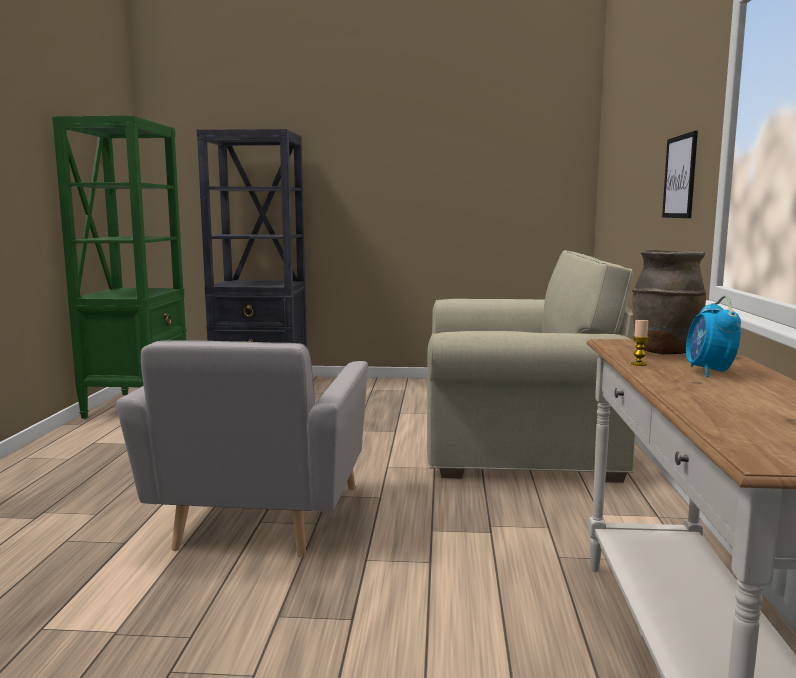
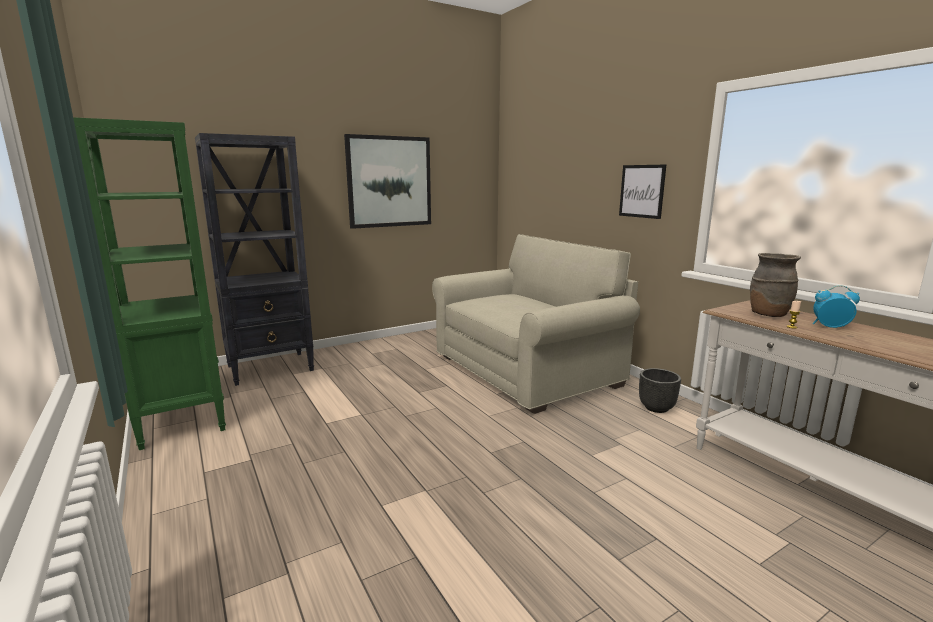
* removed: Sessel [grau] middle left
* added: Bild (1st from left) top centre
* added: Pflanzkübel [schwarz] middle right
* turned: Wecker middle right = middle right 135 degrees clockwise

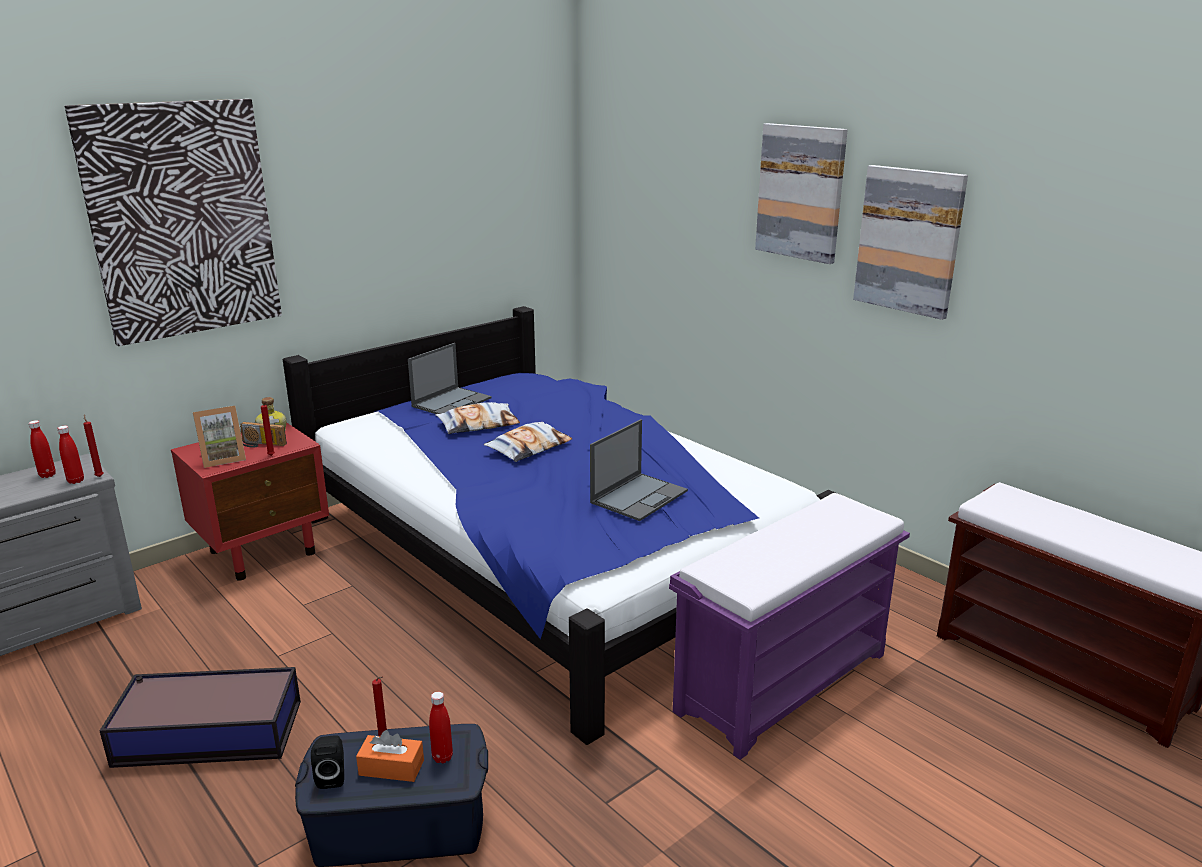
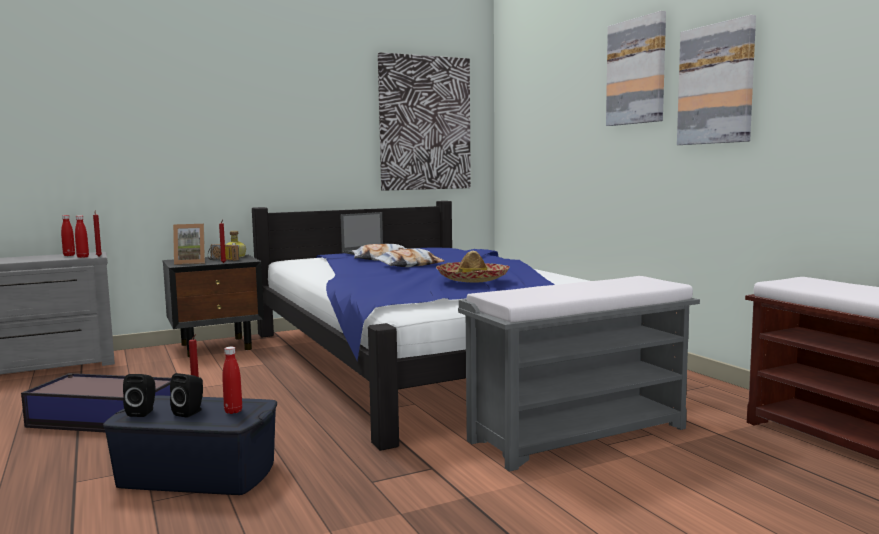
* moved: Bild (1st from left) top left to top centre
* replaced: Taschentuchbox [orange] bottom left to Lautsprecher [schwarz] (2nd from left) bottom left
* replaced: Laptop (2nd from left) centre to Hut centre
* recoloured: Nachttisch [rot] middle left to Nachttisch [schwarz] middle left
* recoloured: Bank [lila] bottom centre to Bank [grau] bottom centre

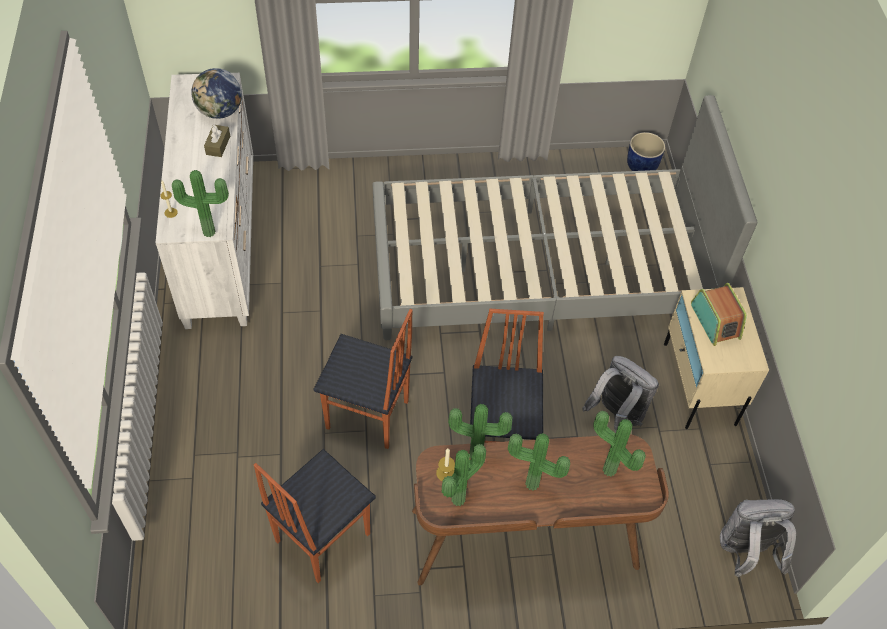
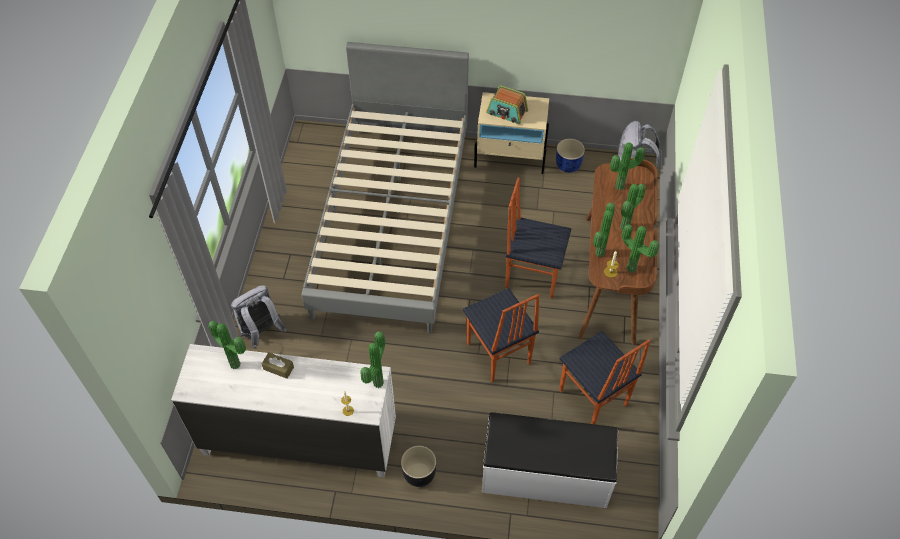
* added: Pflanzkübel [schwarz] bottom centre
* added: Bank [weiß] bottom centre
* moved: Rucksack [grau] (1st from left) middle right to middle left
* moved: Pflanzkübel [blau] top right to top centre
* replaced: Globus top left to Topfpflanze (1st from left) middle left
* turned: Stuhl (2nd from left in the first image) centre = centre 120 degrees clockwise
* turned: Radio middle right = top centre 150 degrees counterclockwise

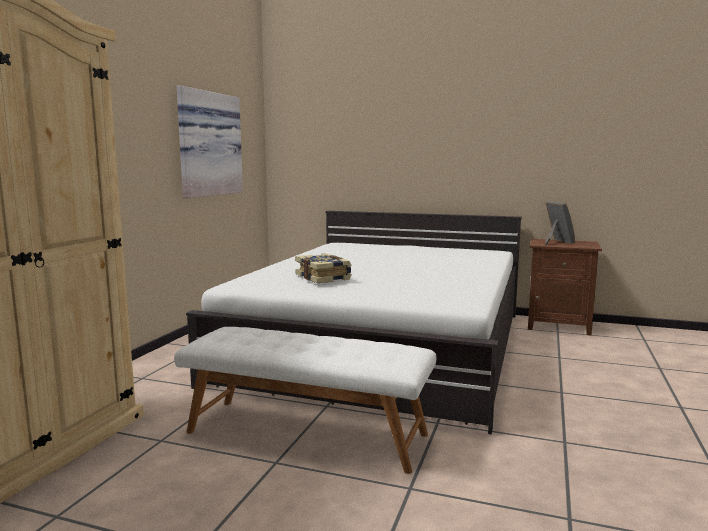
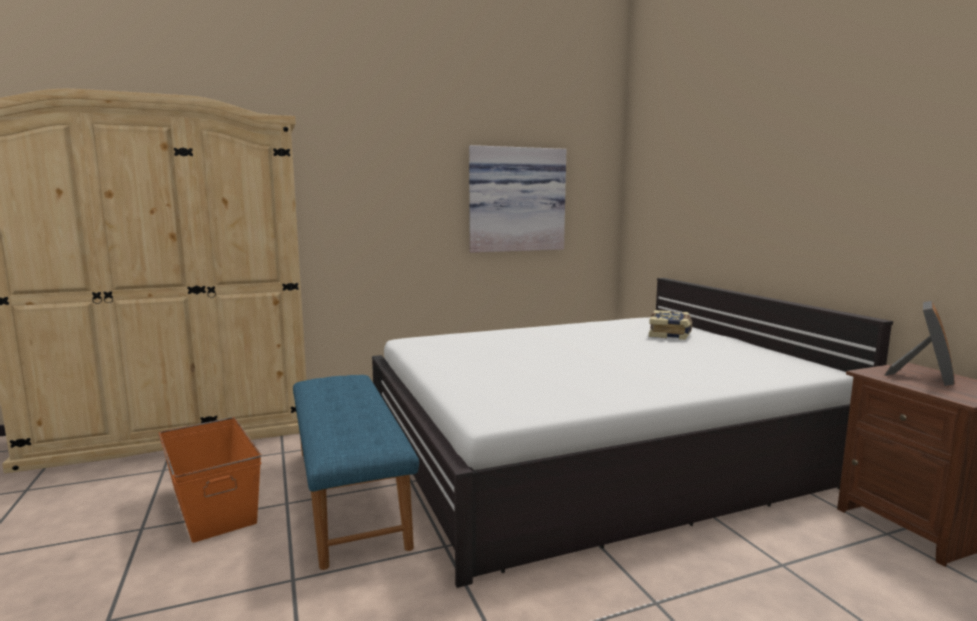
* added: Aufbewahrungsbox [orange] bottom left
* moved: Buch centre to middle right
* recoloured: Bank [weiß] bottom centre to Bank [blau] bottom centre

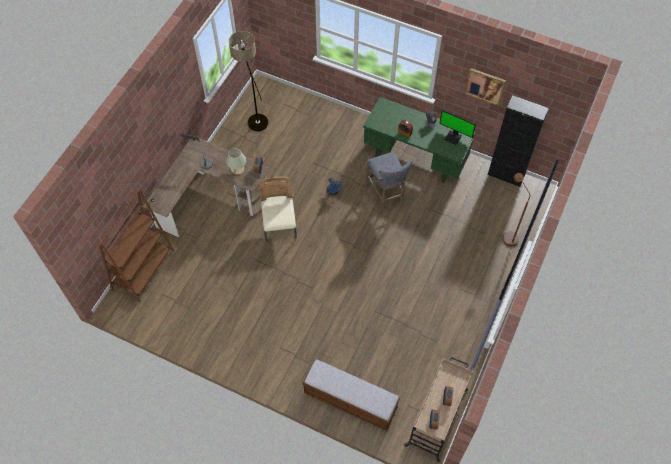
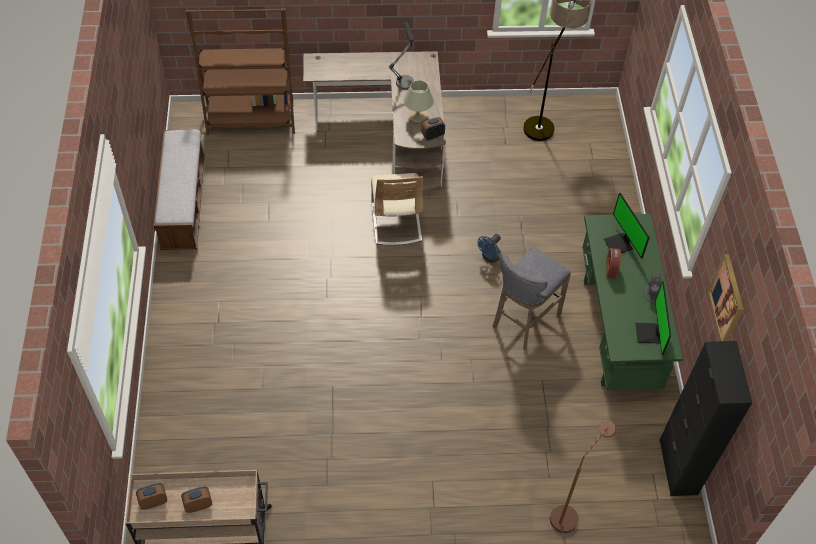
* added: Monitor (1st from left) middle right
* moved: Bank bottom centre to middle left
* turned: Stuhl [beige] centre = centre 120 degrees clockwise

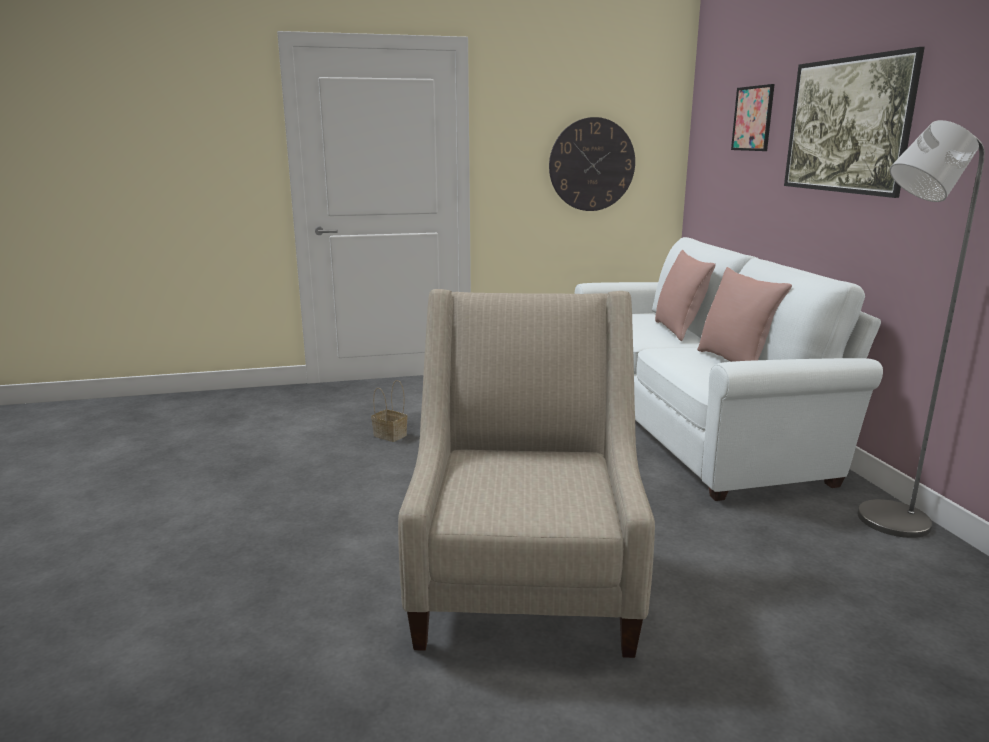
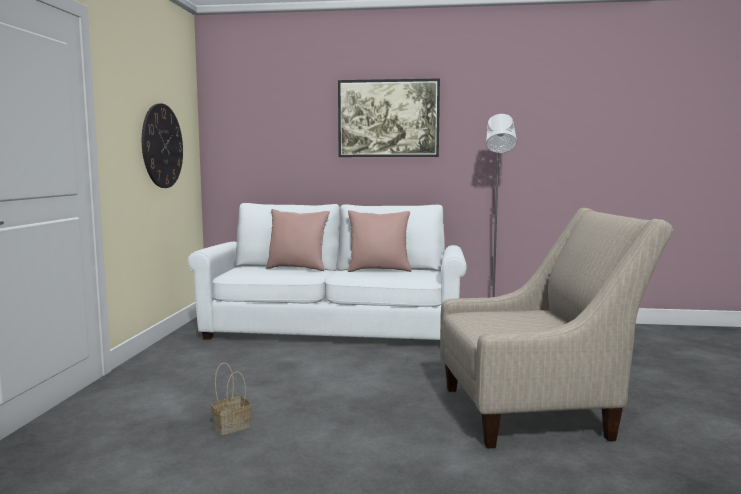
* removed: Bild (1st from left) top right
* turned: Sessel [beige] centre = middle right 150 degrees clockwise

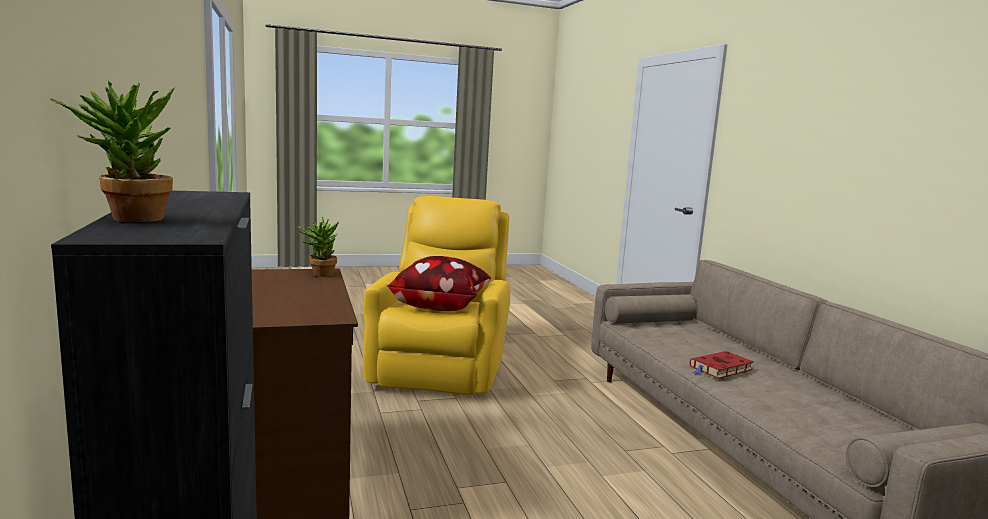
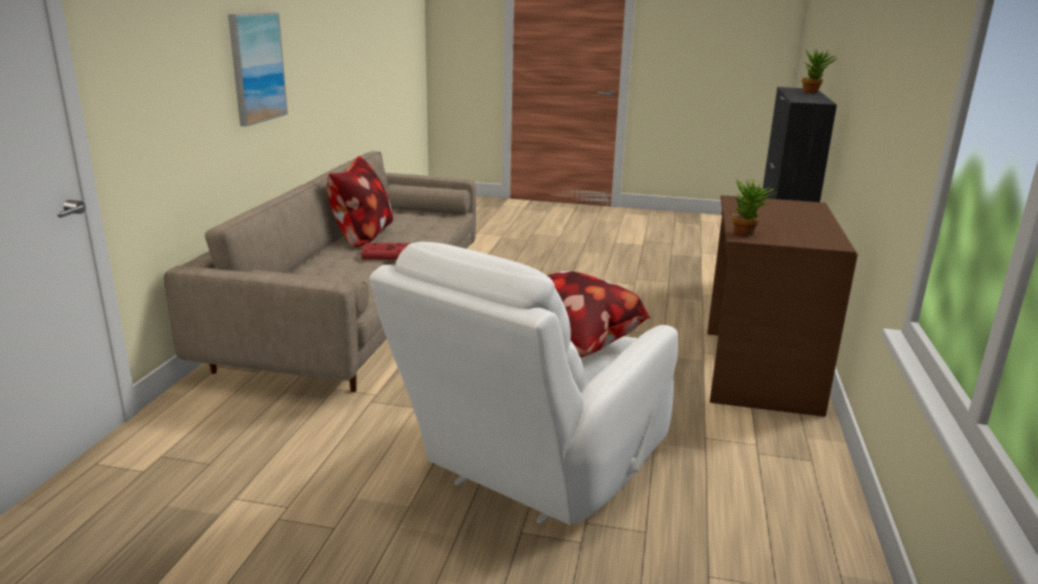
* added: Bild top left
* added: Kissen (1st from left) centre
* recoloured: Sessel [gelb] centre to Sessel [weiß] centre

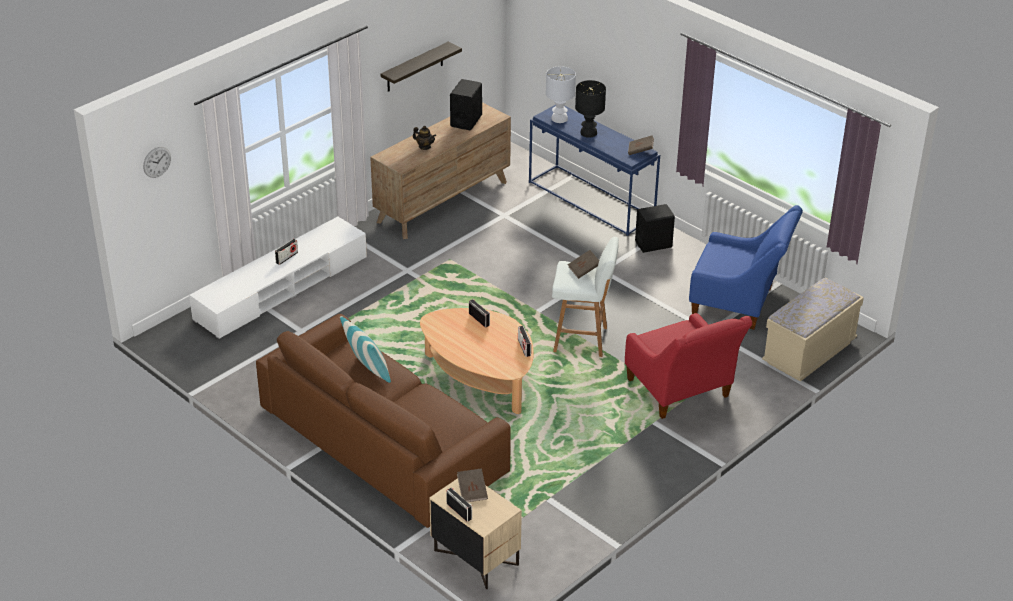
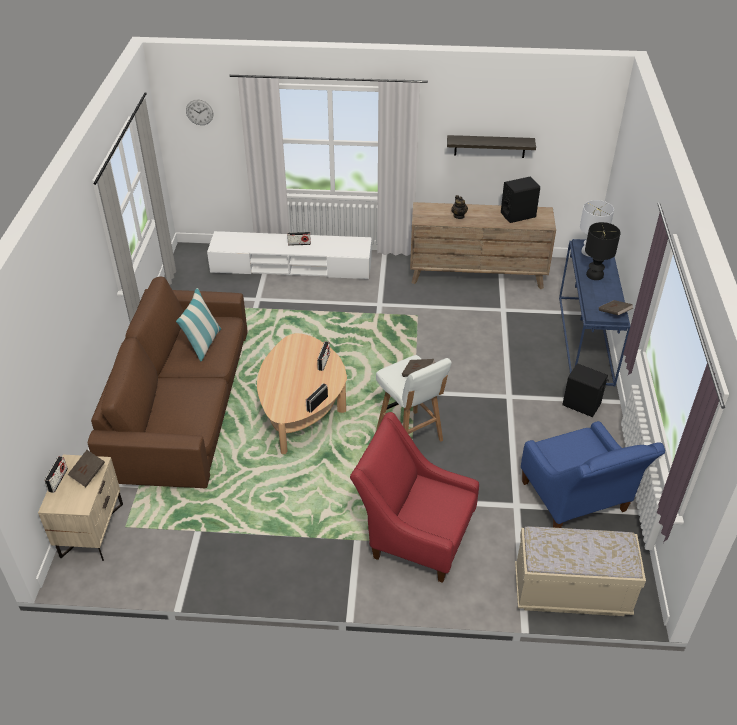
* turned: Sessel [rot] middle right = bottom centre 90 degrees clockwise

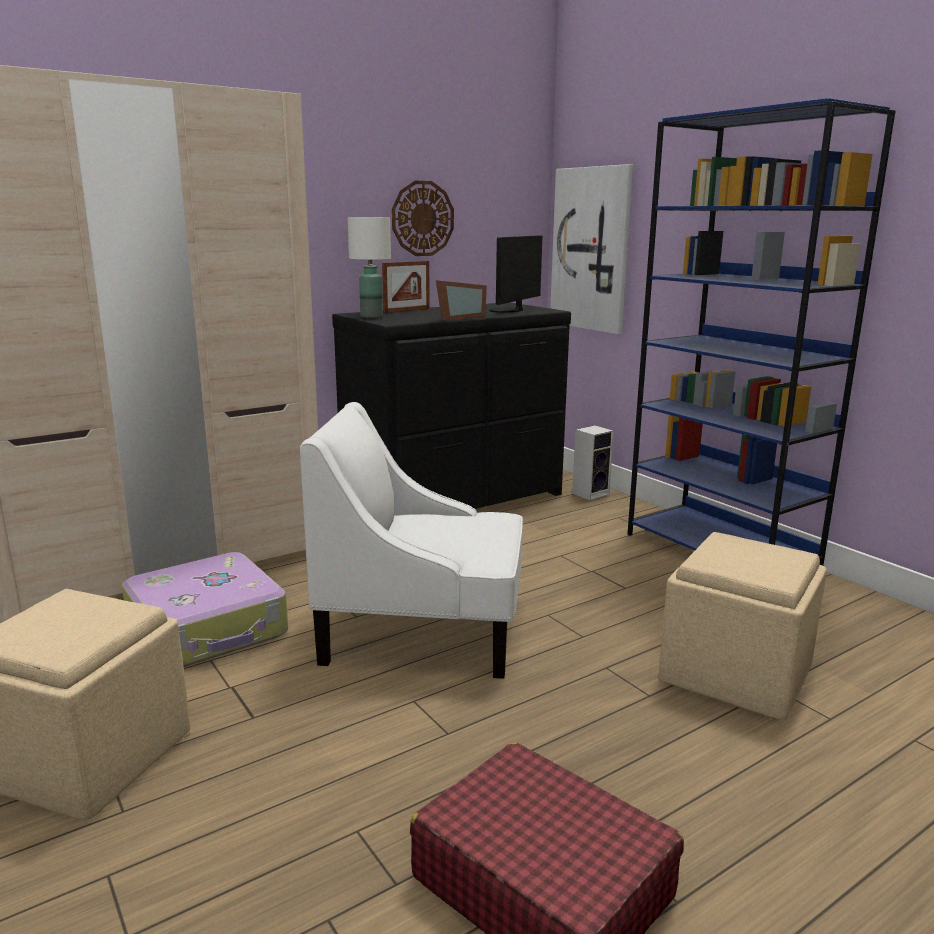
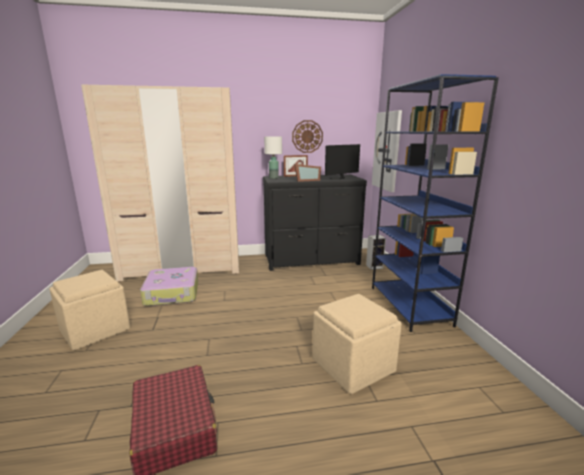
* removed: Sessel [weiß] centre

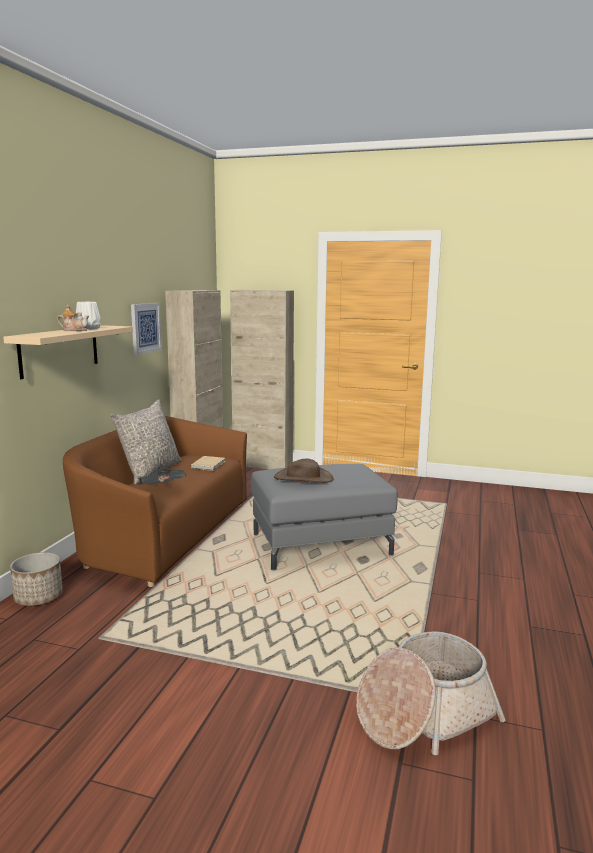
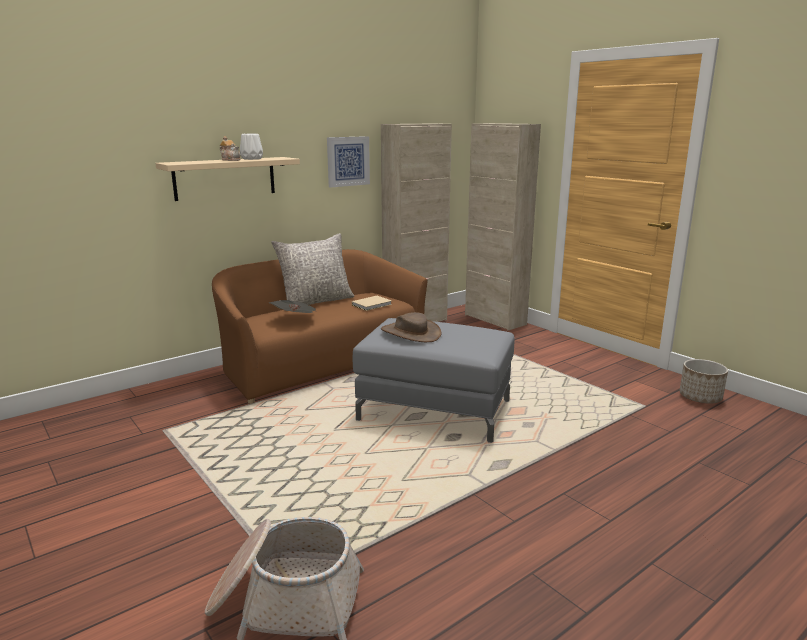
* moved: Pflanzkübel bottom left to middle right

